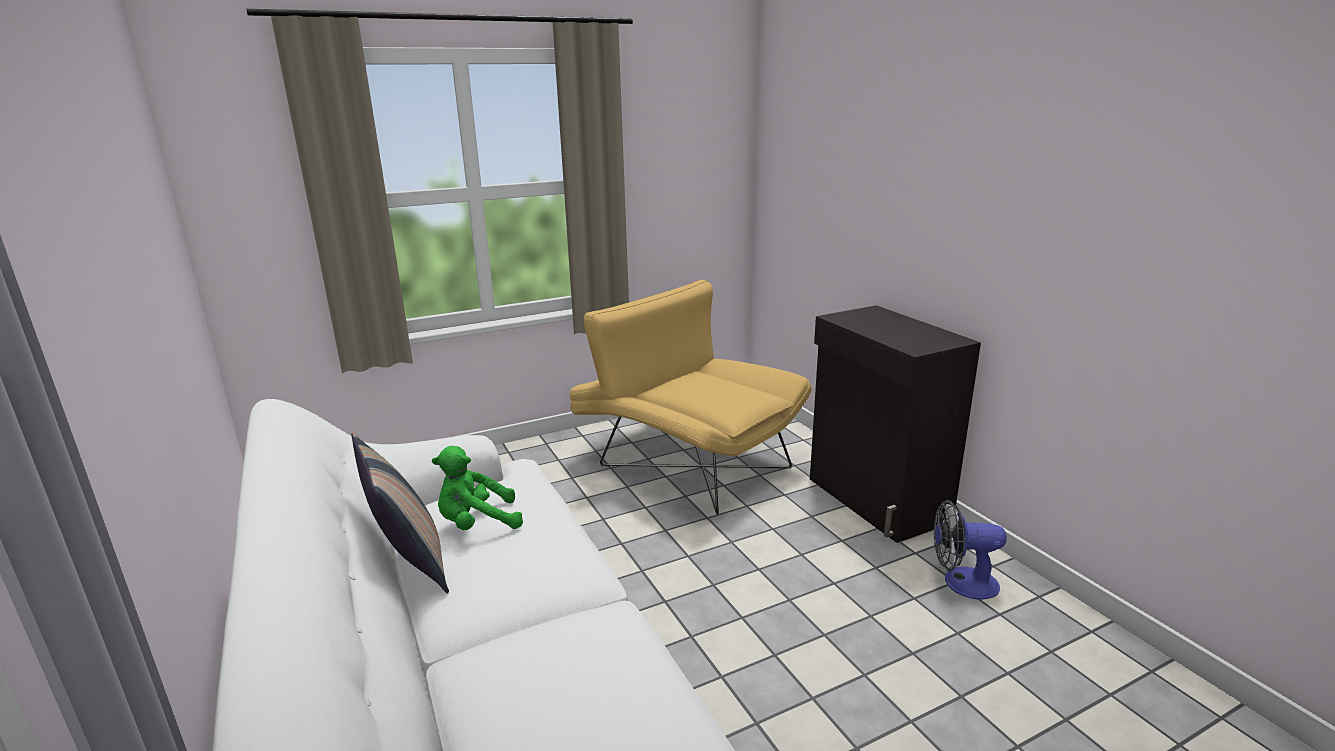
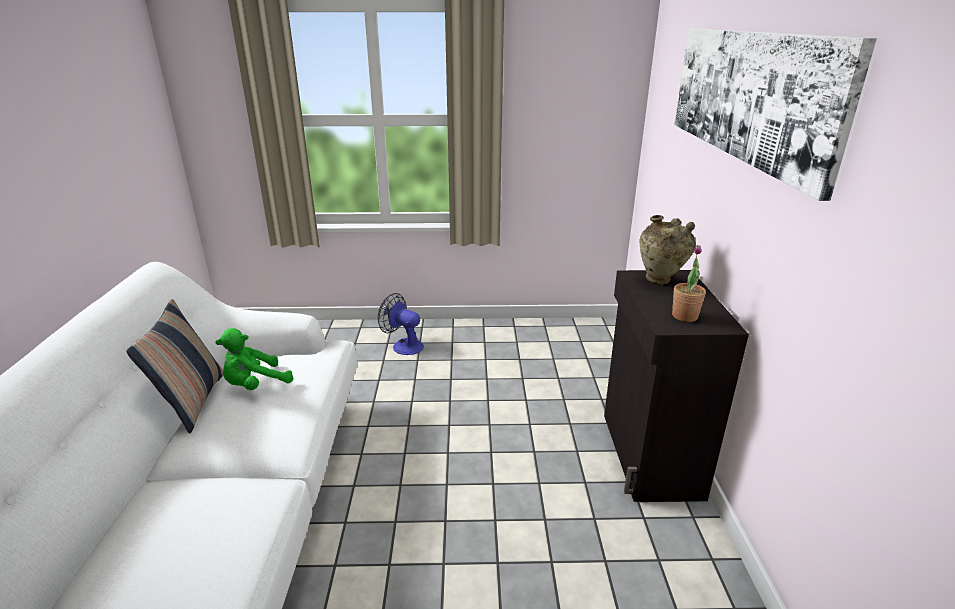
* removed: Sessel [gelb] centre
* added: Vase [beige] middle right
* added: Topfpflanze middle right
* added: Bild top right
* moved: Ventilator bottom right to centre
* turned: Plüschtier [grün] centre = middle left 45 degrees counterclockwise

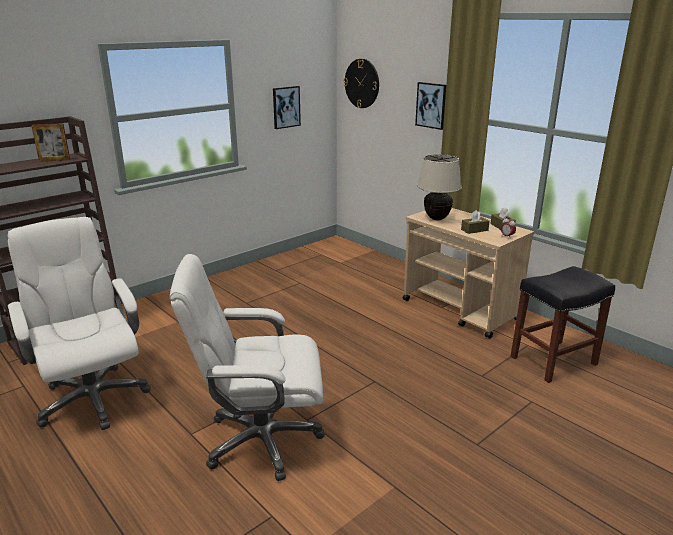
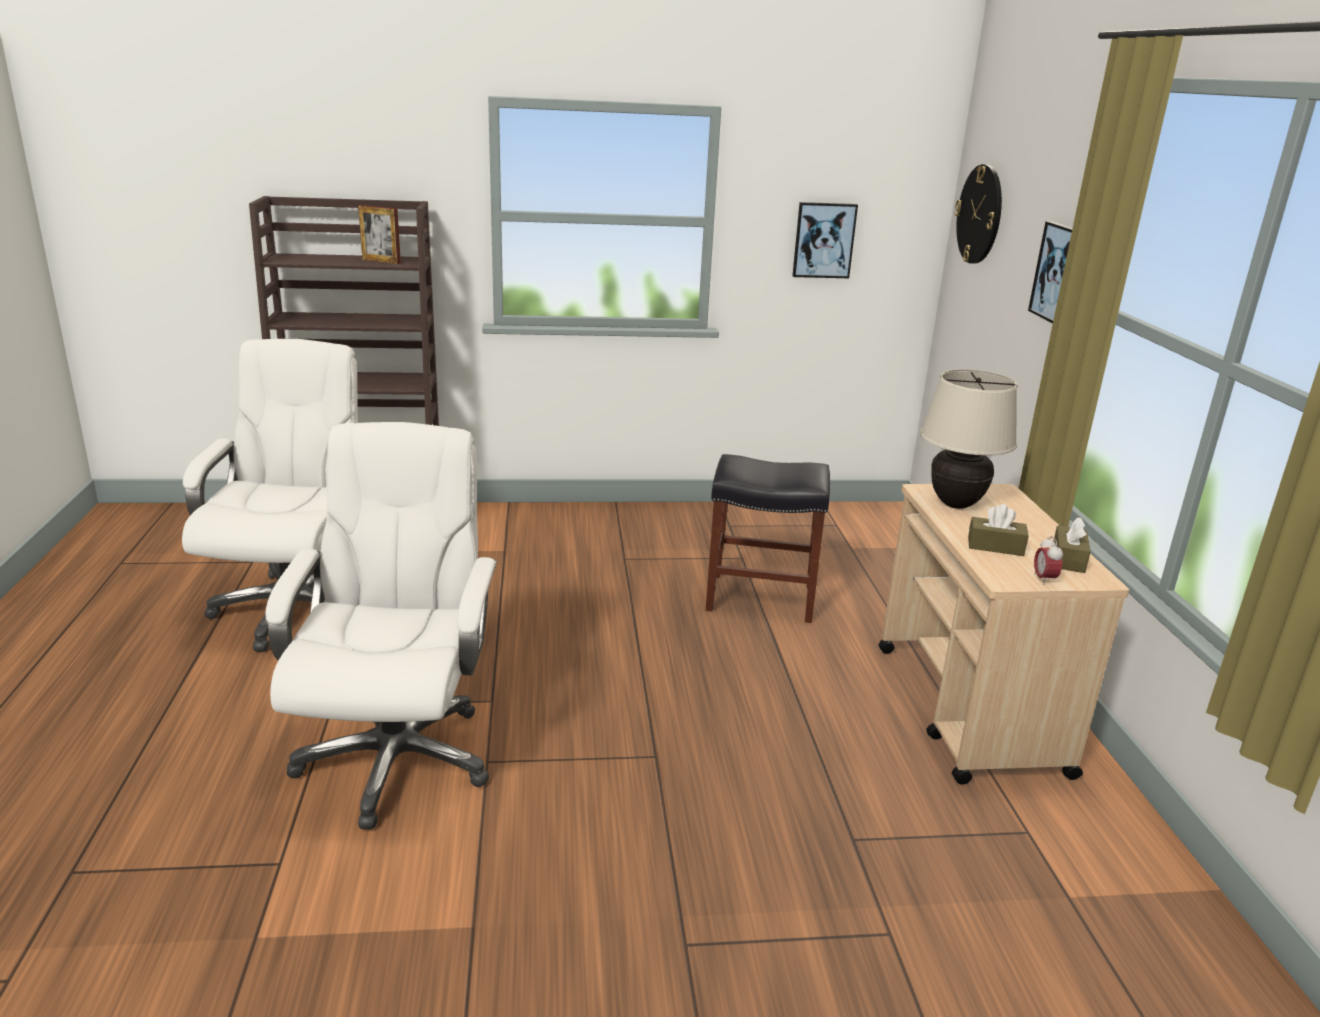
* moved: Hocker [schwarz] middle right to centre
* turned: Bürostuhl [weiß] (2nd from left) bottom centre = middle left 60 degrees clockwise

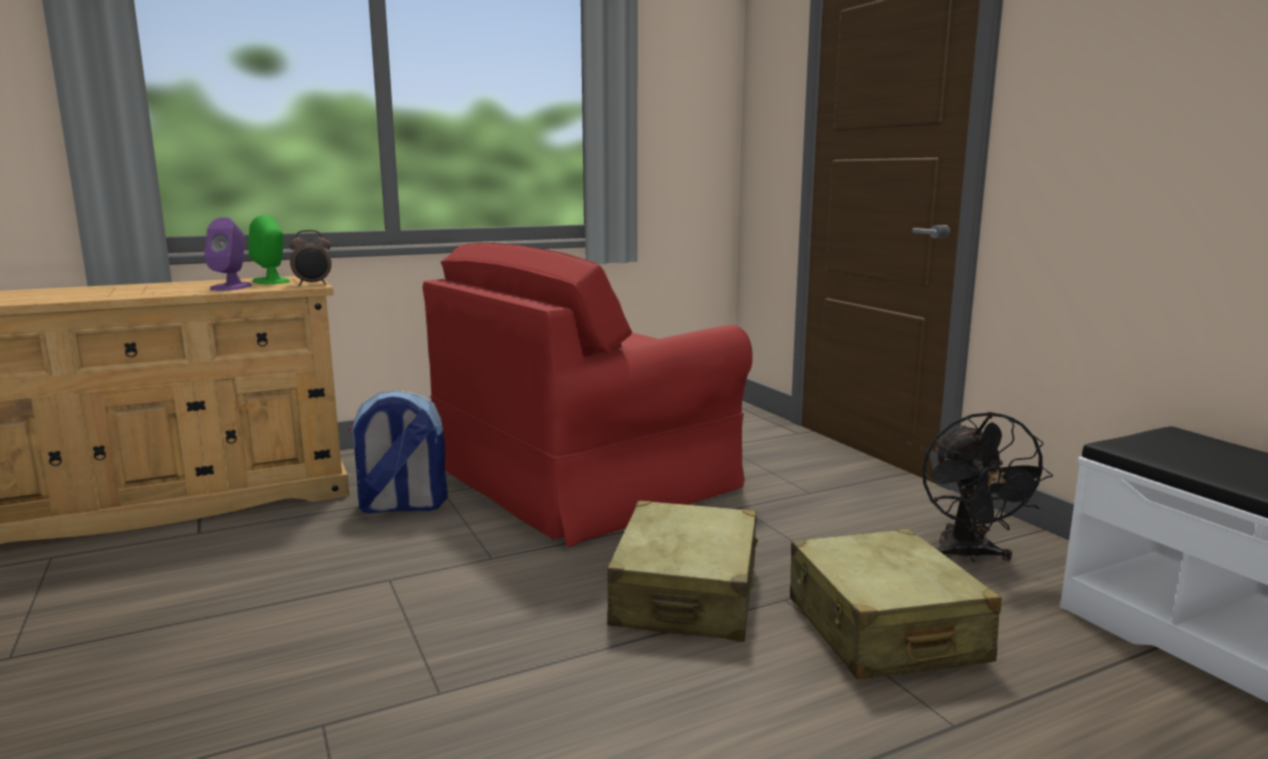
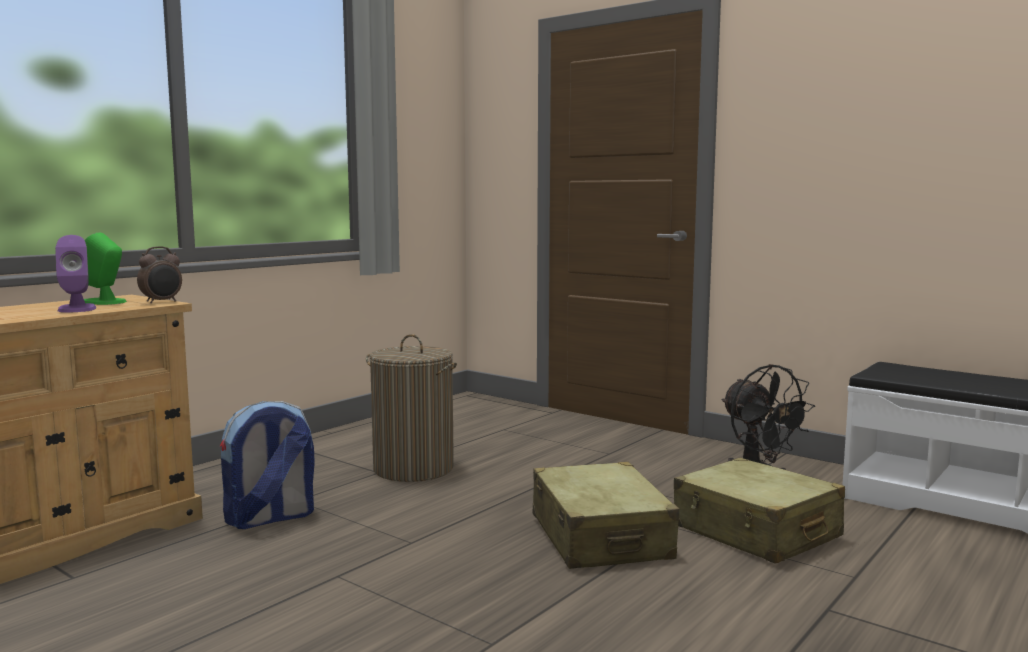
* replaced: Sessel [rot] centre to Wäschekorb centre

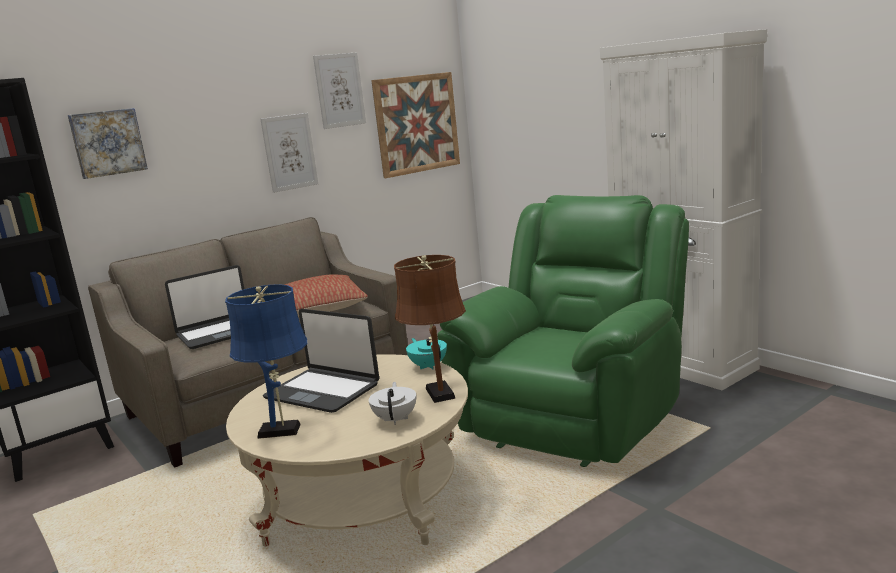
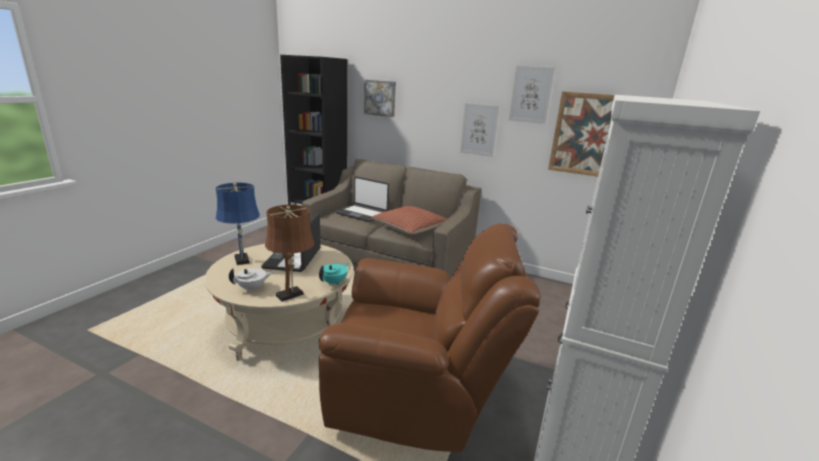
* recoloured: Sessel [grün] centre to Sessel [braun] bottom centre

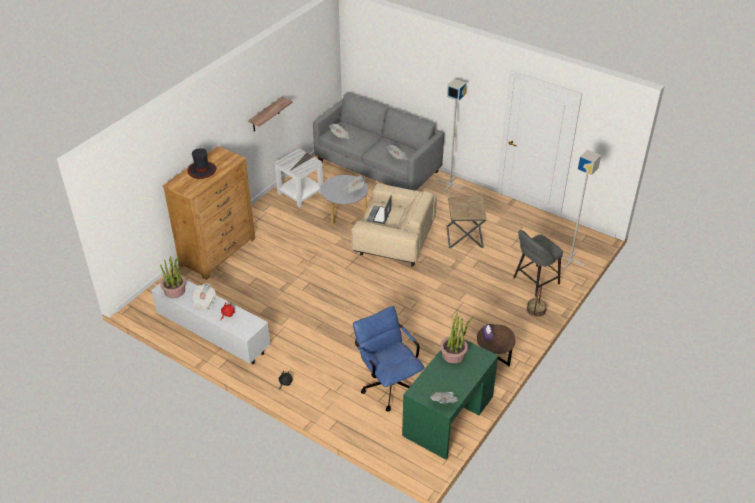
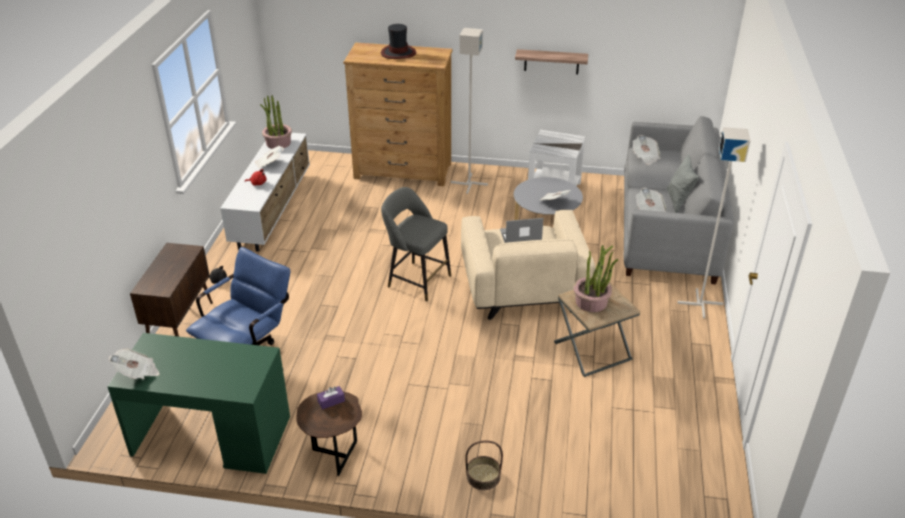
* added: Schrank [braun] middle left
* added: Kissen [grau] middle right
* moved: Topfpflanze (2nd from left) bottom centre to centre
* moved: Hocker [grau] middle right to centre
* moved: Stehlampe [grau] (2nd from left in the first image) middle right to Stehlampe [grau] (1st from left) top centre

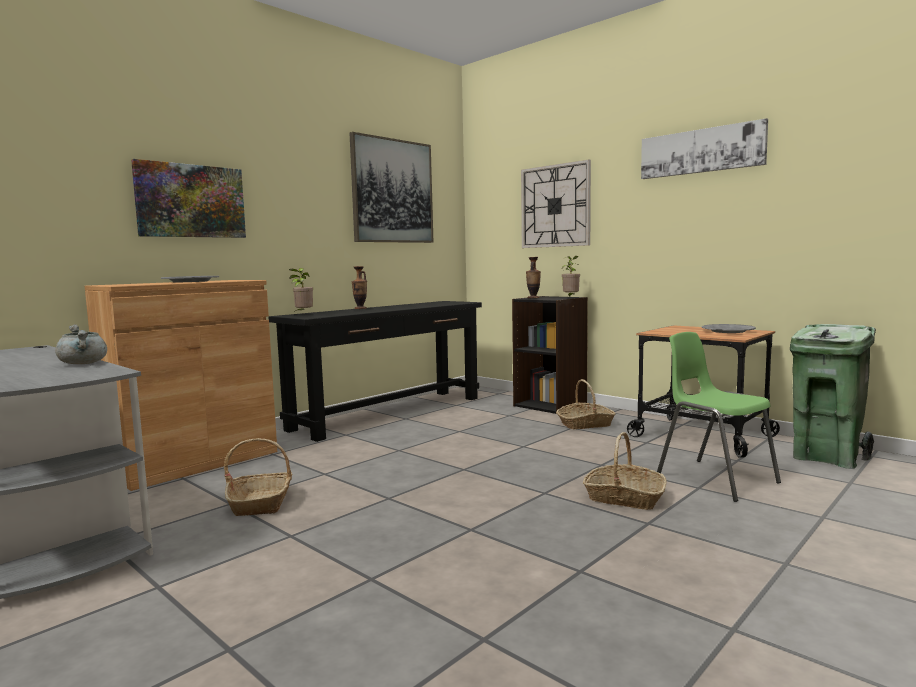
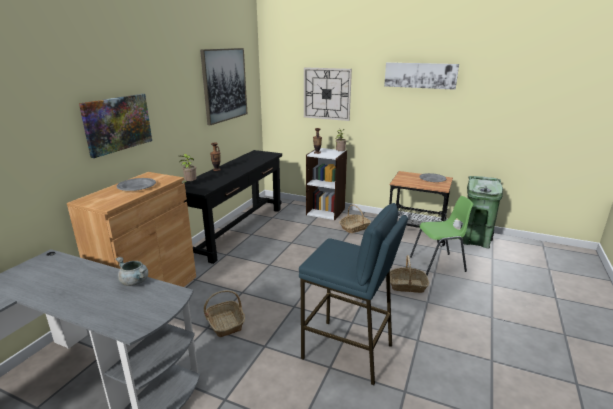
* added: Hocker [blau] bottom centre
* recoloured: Bücherregal [schwarz] centre to Bücherregal [weiß] centre
* turned: Stuhl [grün] middle right = middle right 135 degrees clockwise

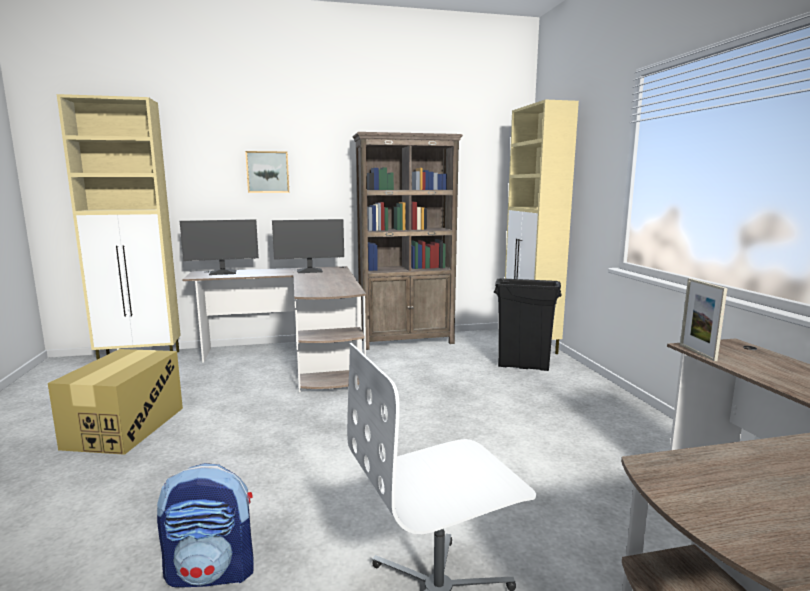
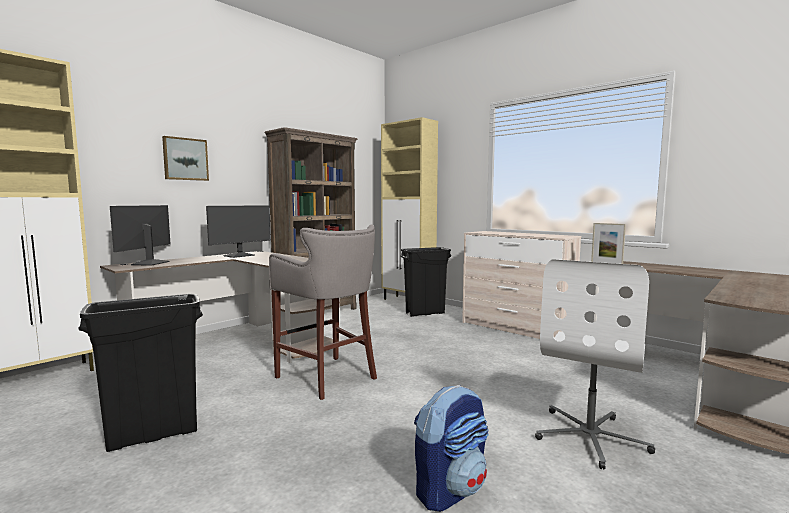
* added: Hocker [grau] centre
* added: Kommode [beige] centre
* replaced: Karton bottom left to Mülleimer [schwarz] (1st from left) bottom left
* turned: Monitor (1st from left) middle left = middle left 150 degrees clockwise

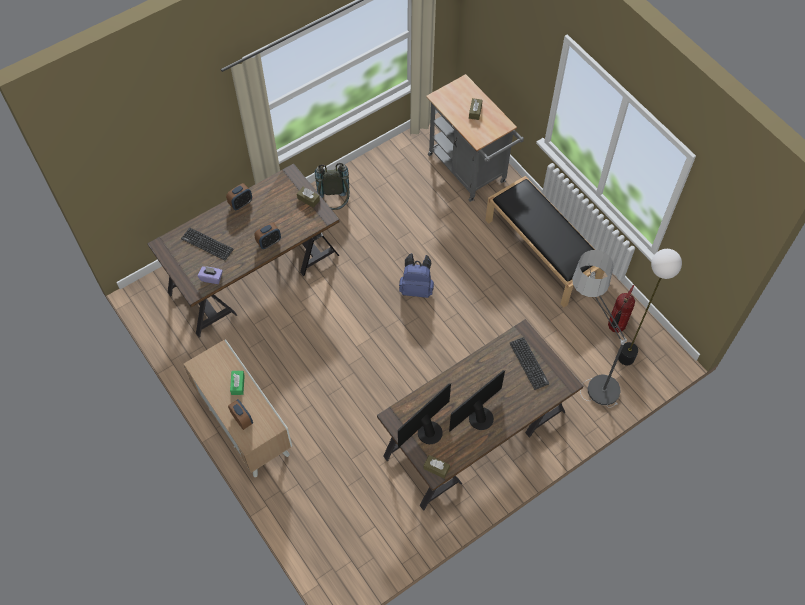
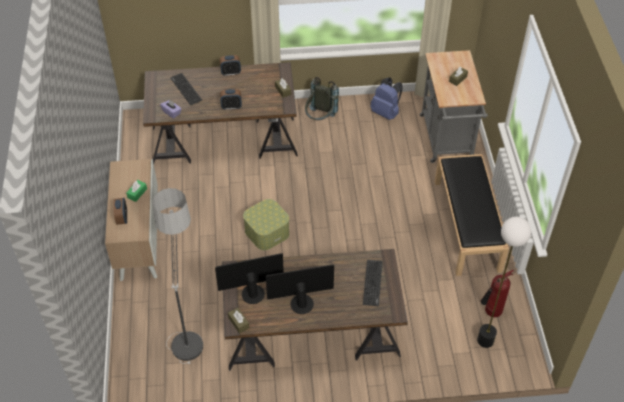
* added: Aufbewahrungsbox centre
* moved: Rucksack [blau] centre to top centre
* moved: Stehlampe (1st from left) middle right to bottom left

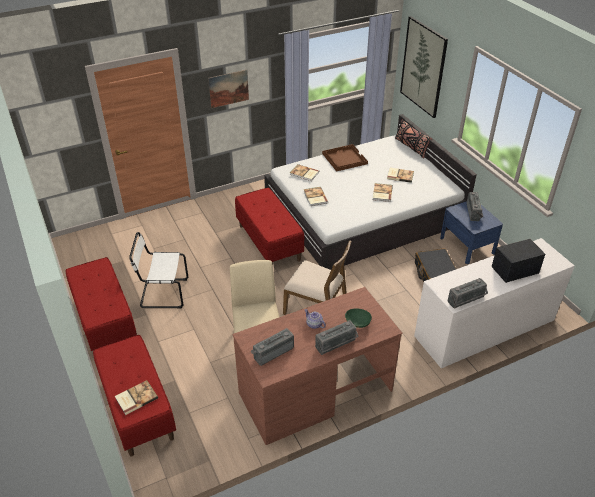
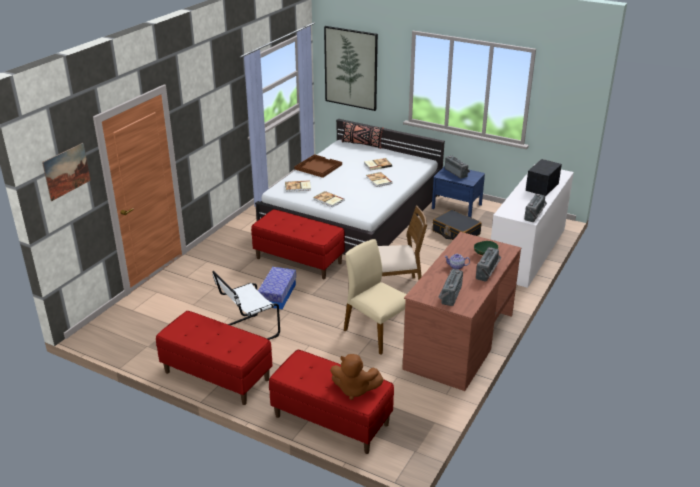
* added: Aufbewahrungsbox centre
* moved: Bild (1st from left) top centre to middle left
* replaced: Buch (1st from left) bottom left to Plüschtier [braun] bottom centre

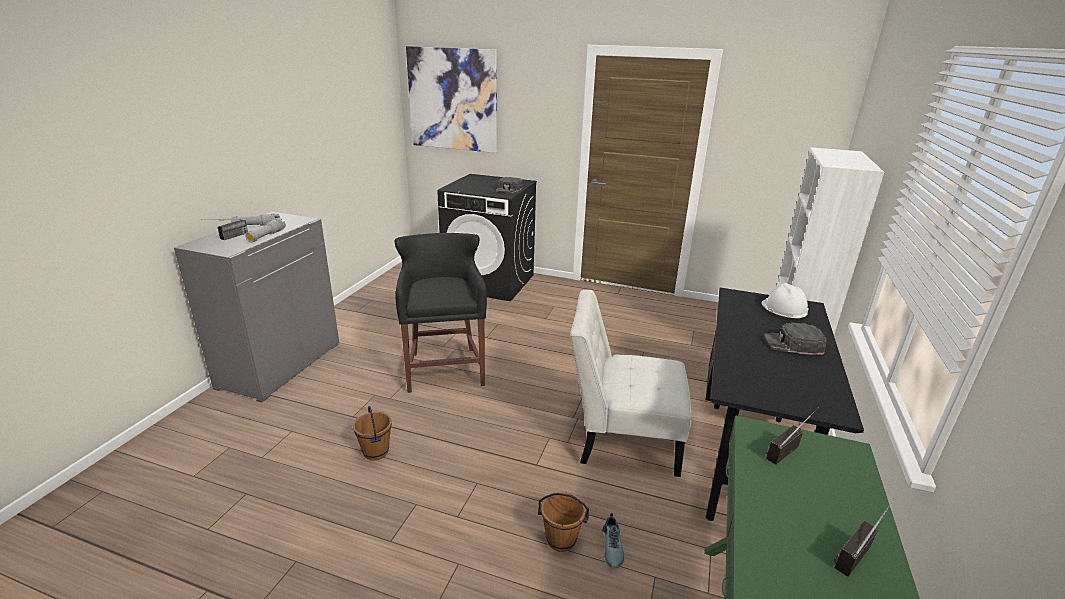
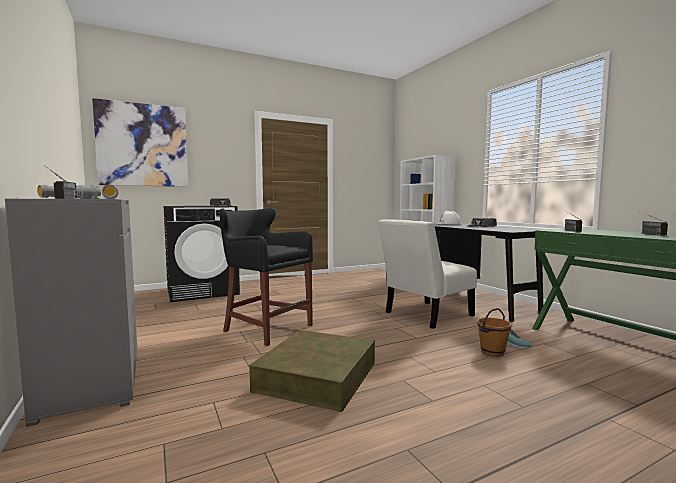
* replaced: Eimer [braun] (1st from left) bottom centre to Aufbewahrungsbox [braun] bottom centre

